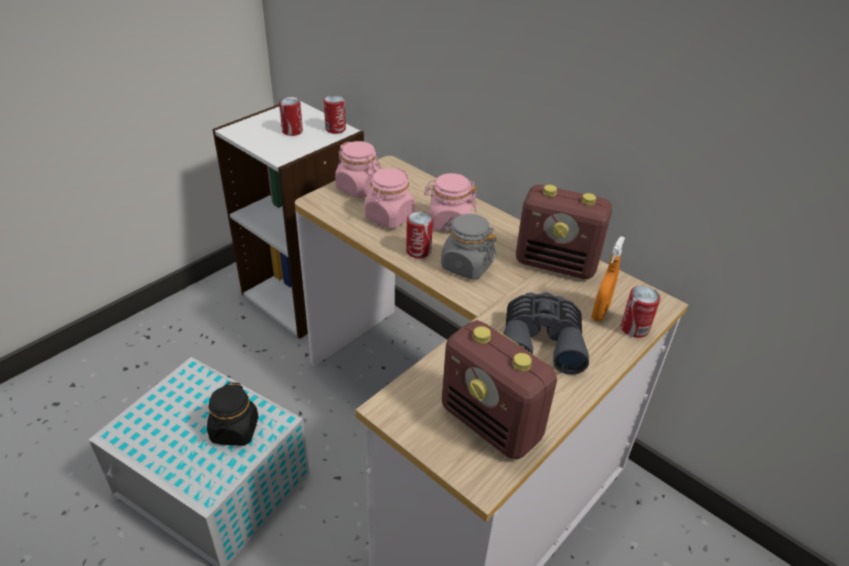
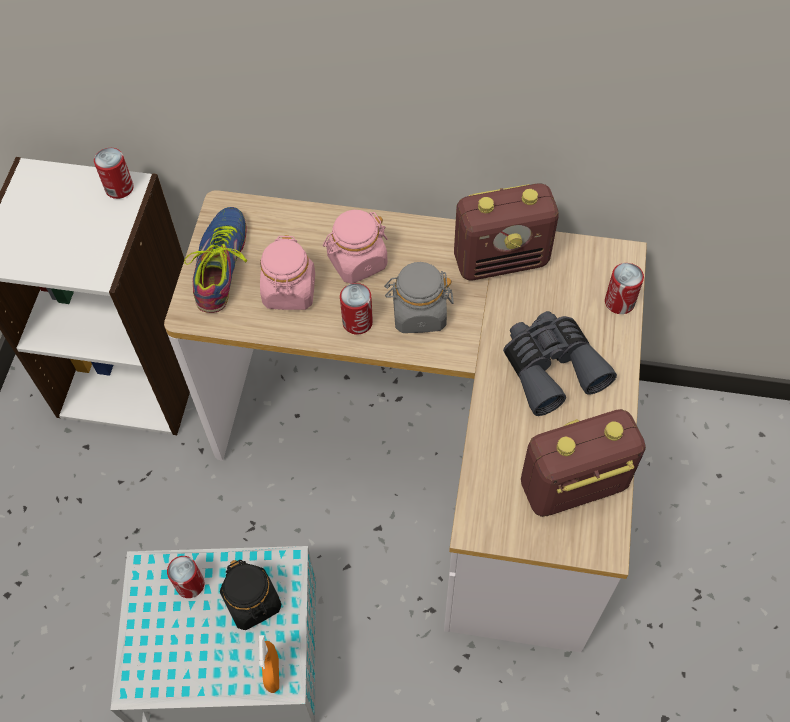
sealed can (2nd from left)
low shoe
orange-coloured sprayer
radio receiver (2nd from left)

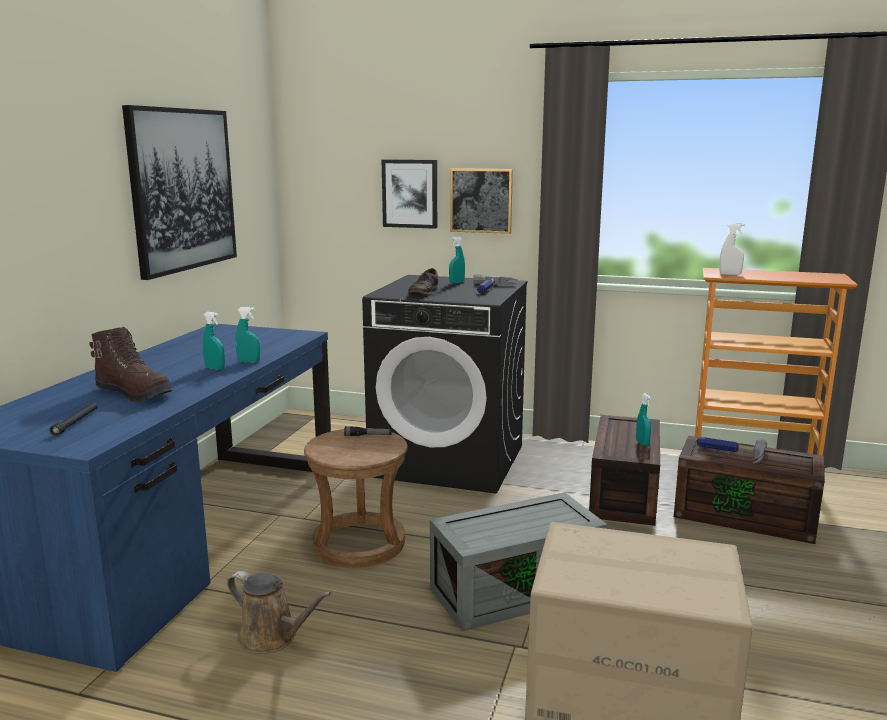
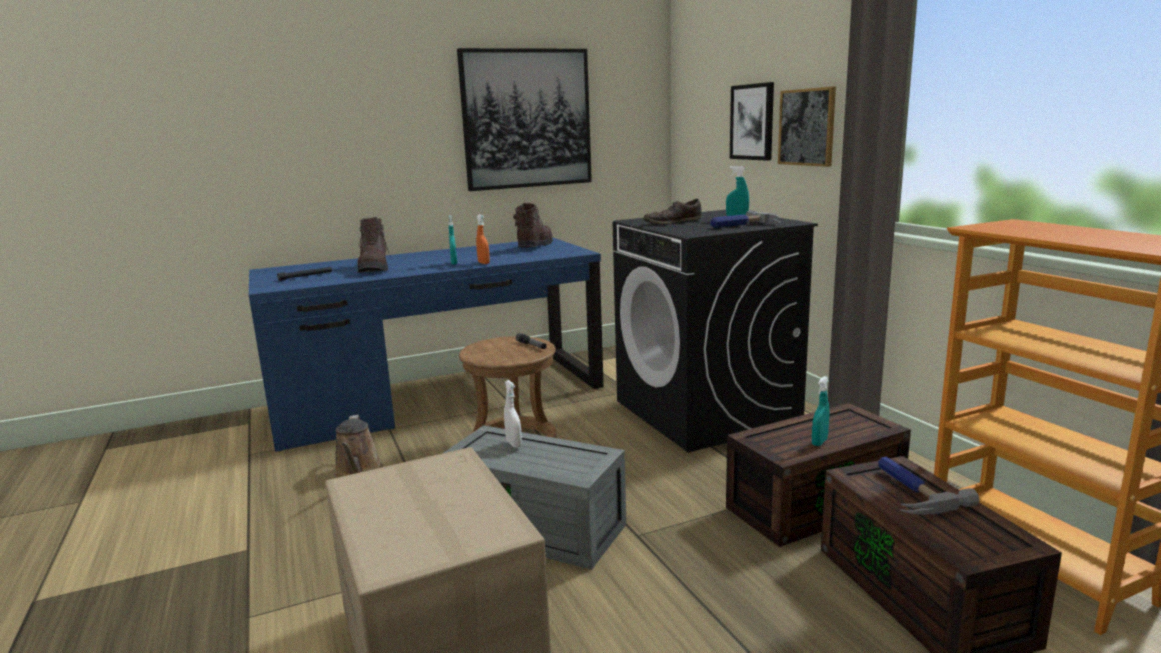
orange-coloured sprayer
white sprayer
brownish high-top boot (2nd from left)

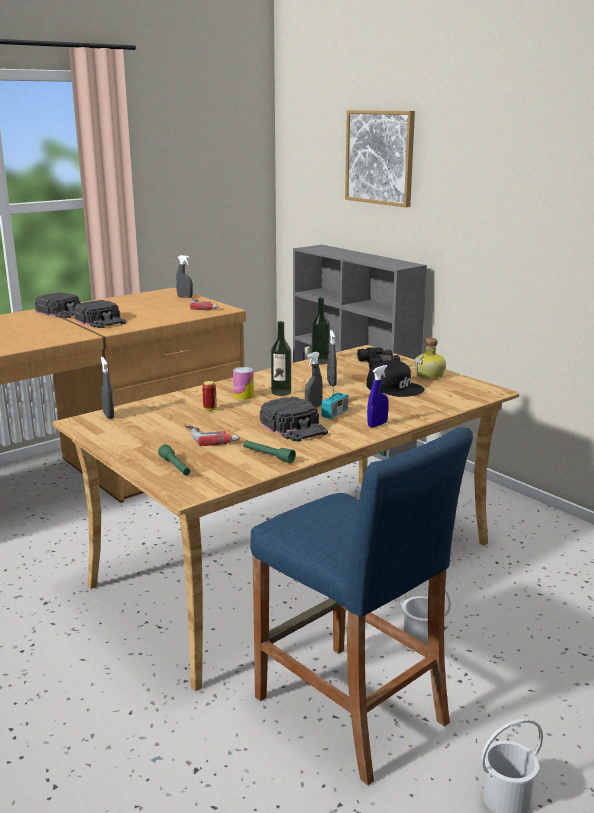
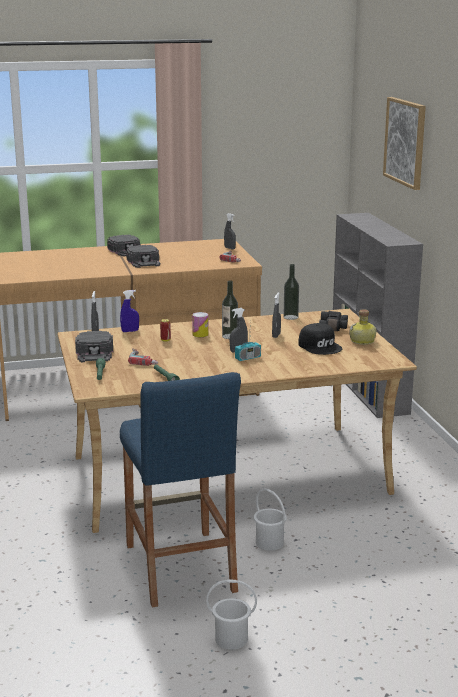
black-coloured cap (1st from left)
blue-coloured sprayer

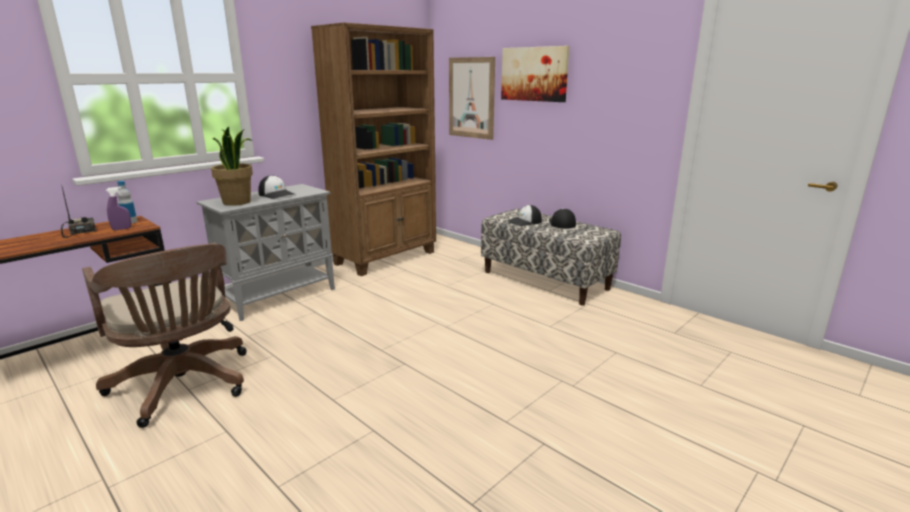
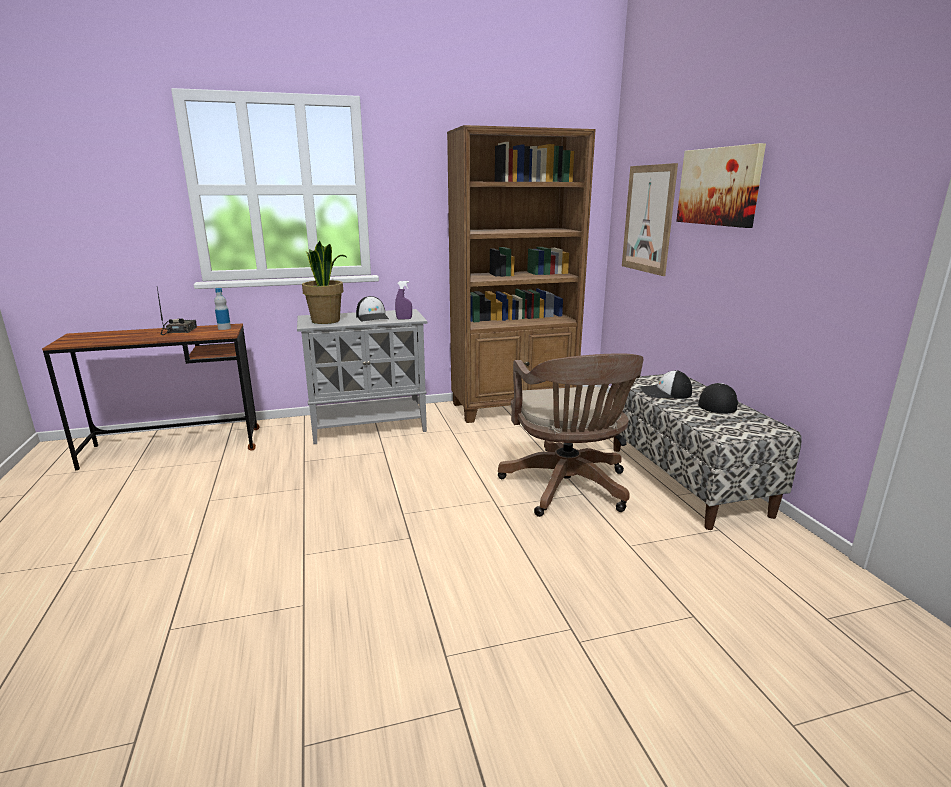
purplish sprayer
brownish computer chair

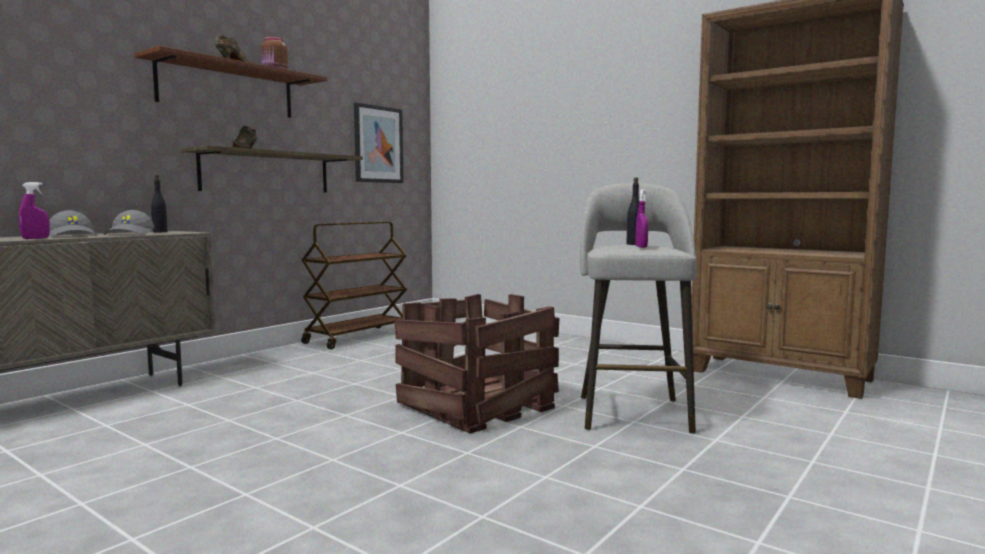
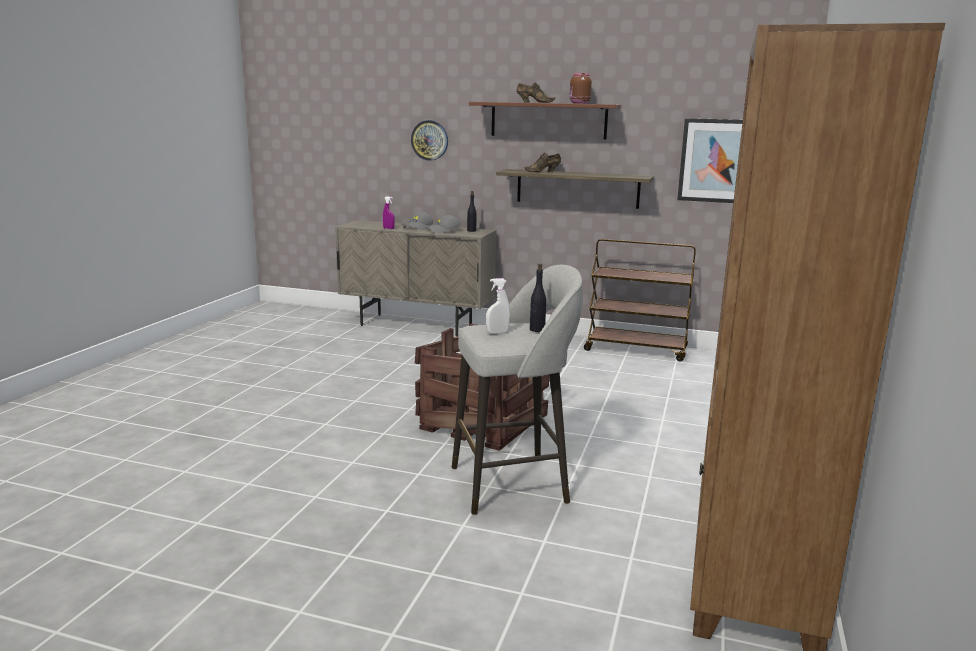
hanging clock
white sprayer

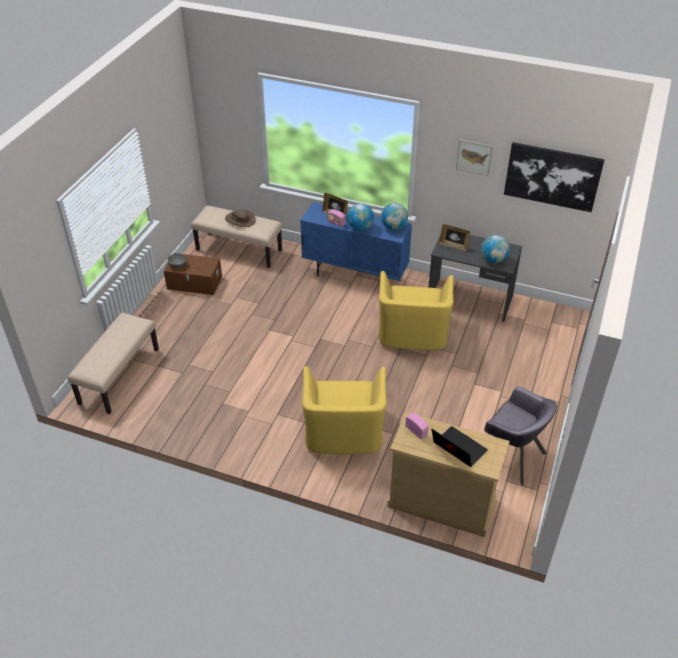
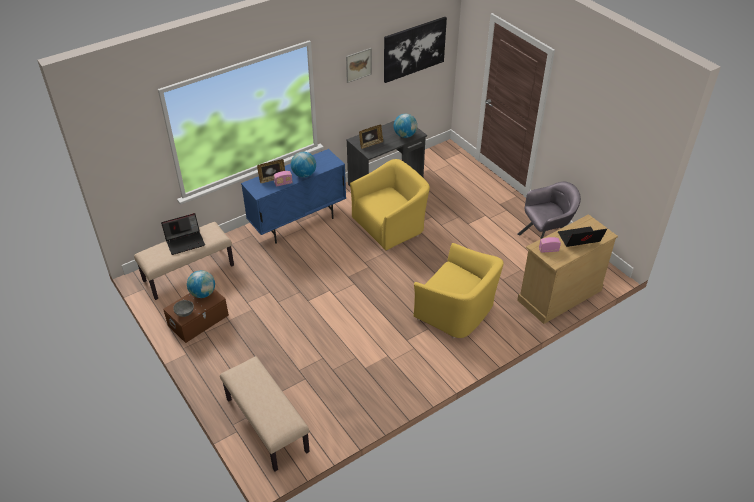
laptop (1st from left)
globe (1st from left)
yellow easy chair (1st from left)

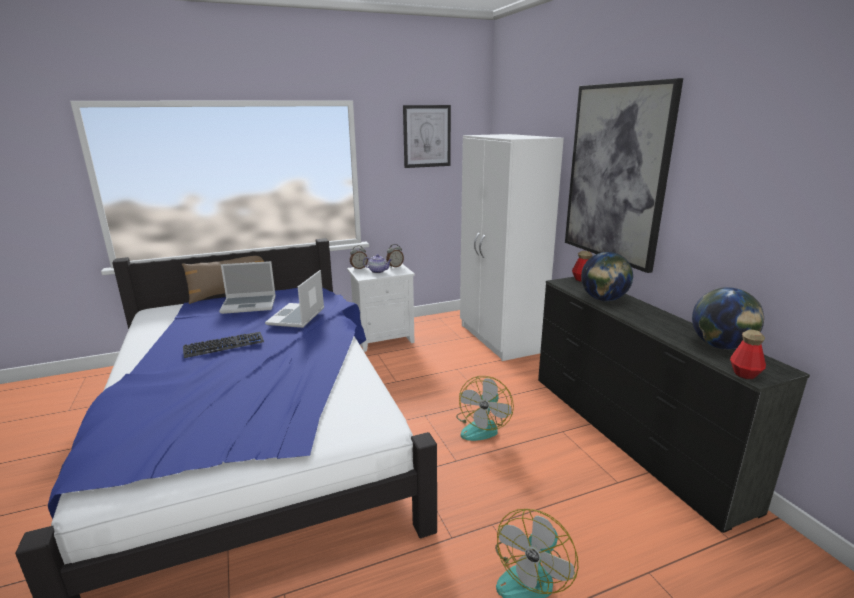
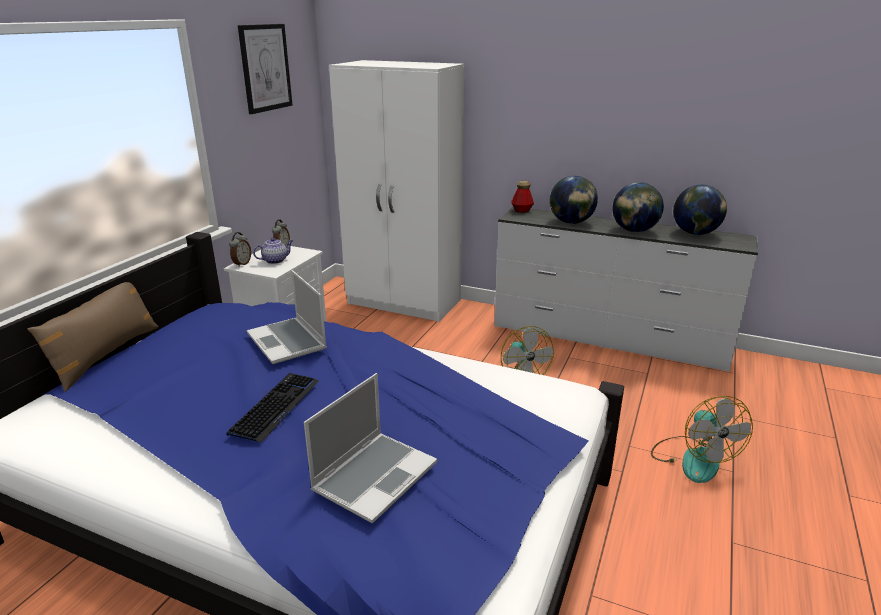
laptop (2nd from left)
white dresser
globe (2nd from left)
wall art (2nd from left in the first image)
bottle (2nd from left in the first image)

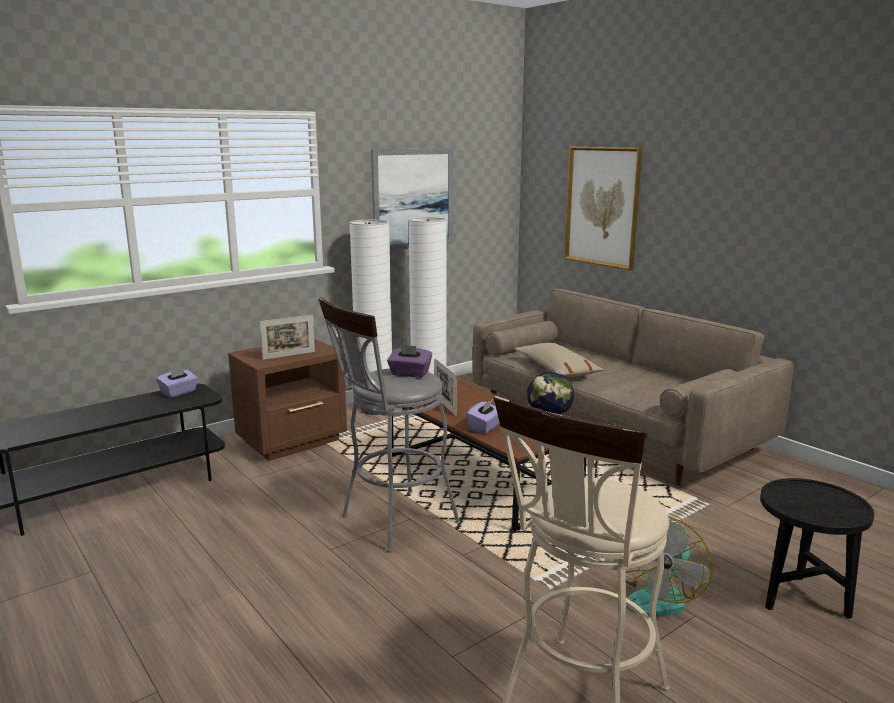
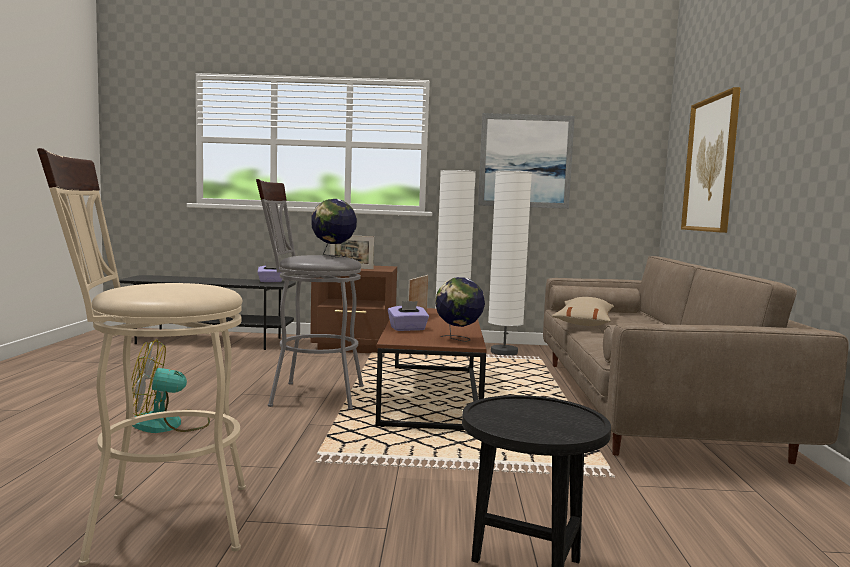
electric fan
globe (1st from left)

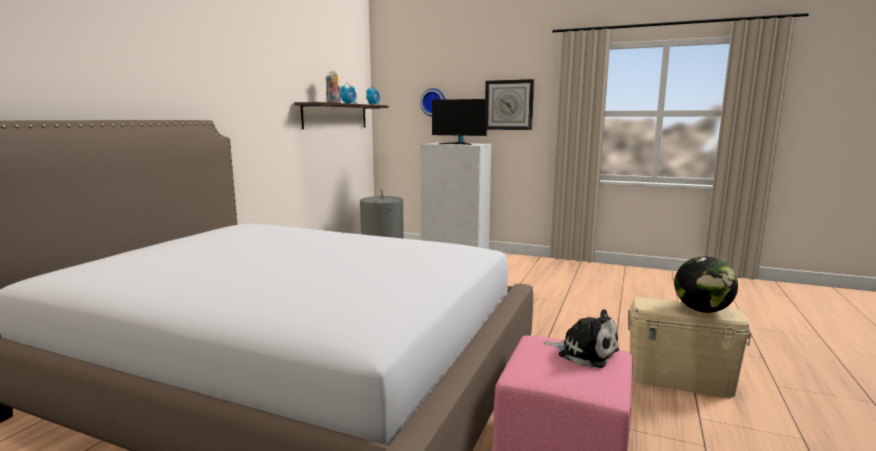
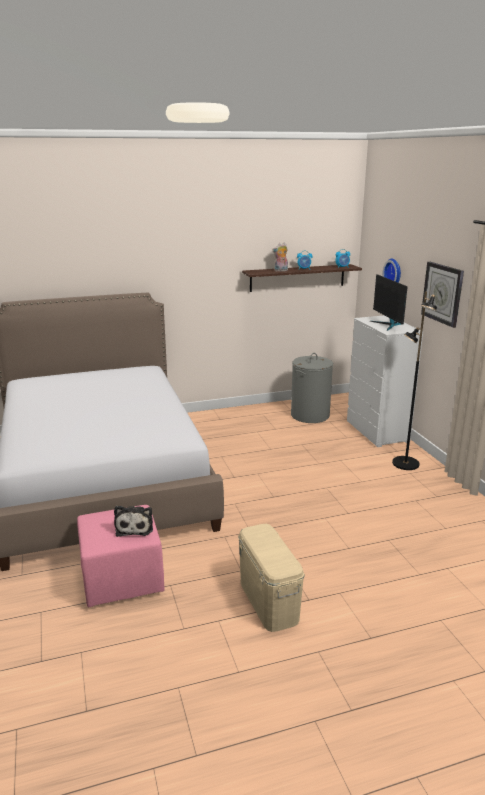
black-coloured standard lamp
globe

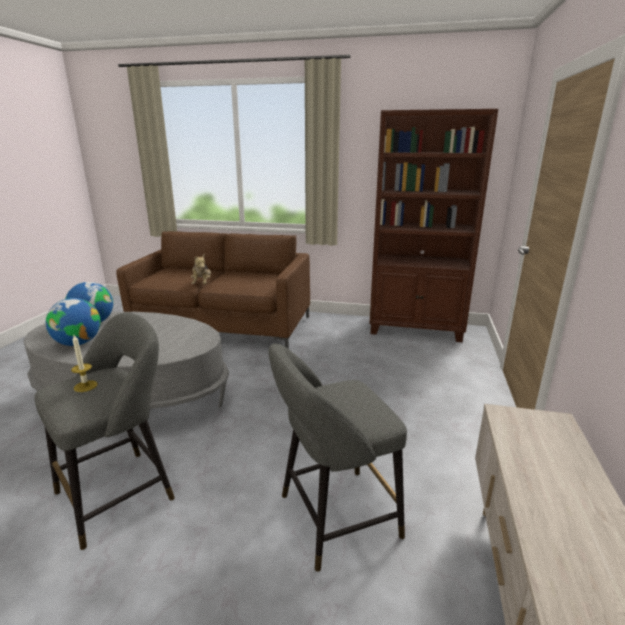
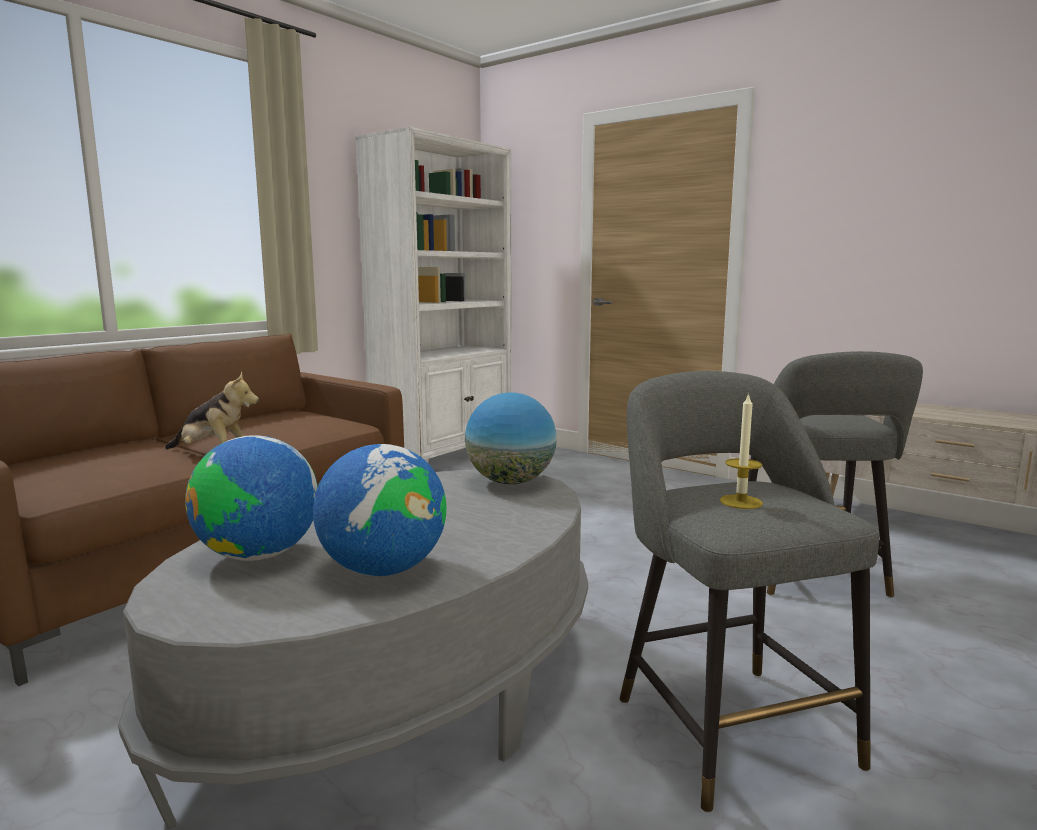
white bookcase
globe (3rd from left)

